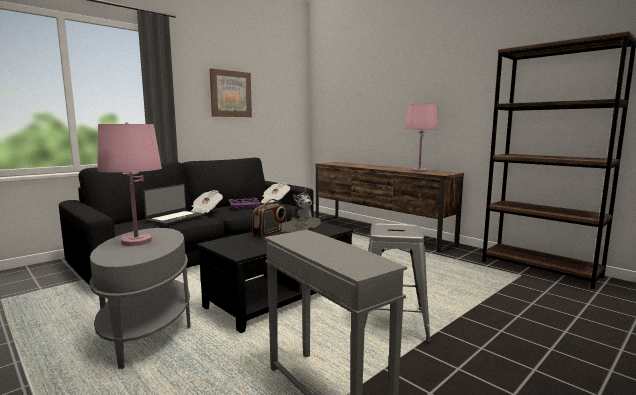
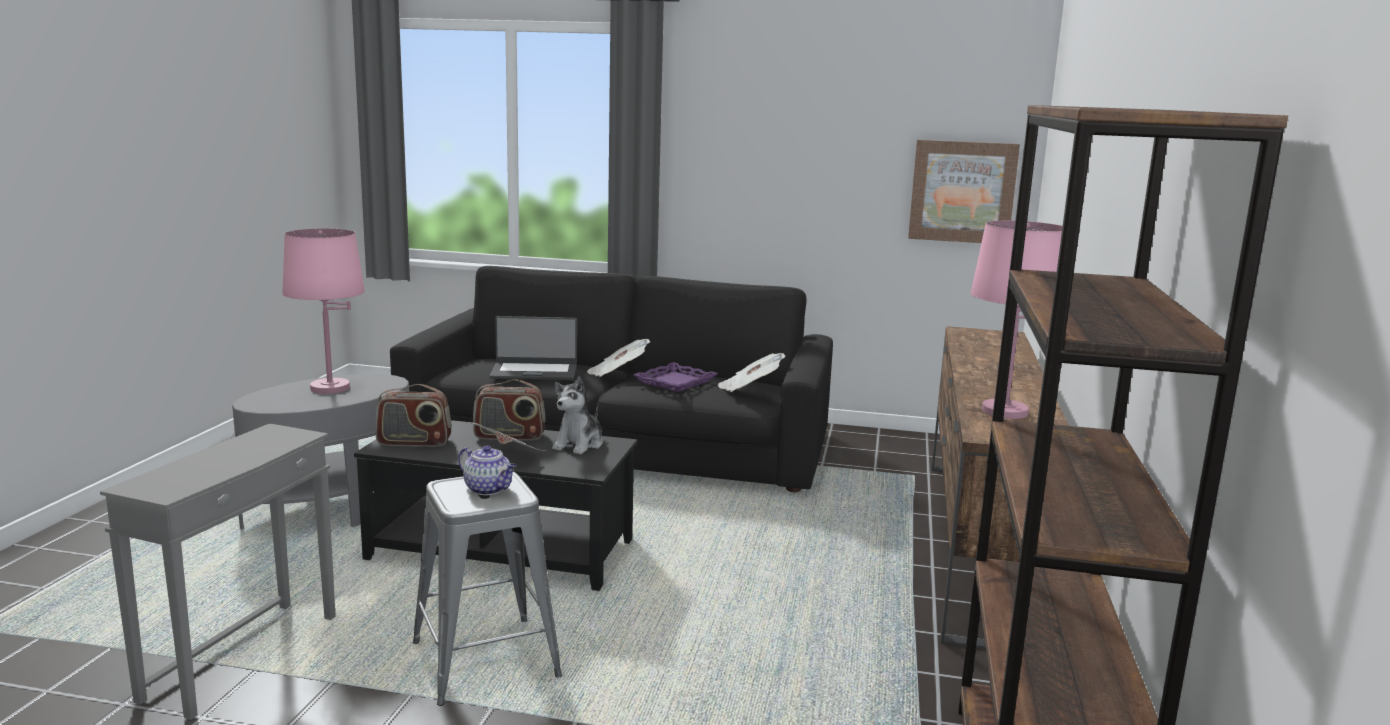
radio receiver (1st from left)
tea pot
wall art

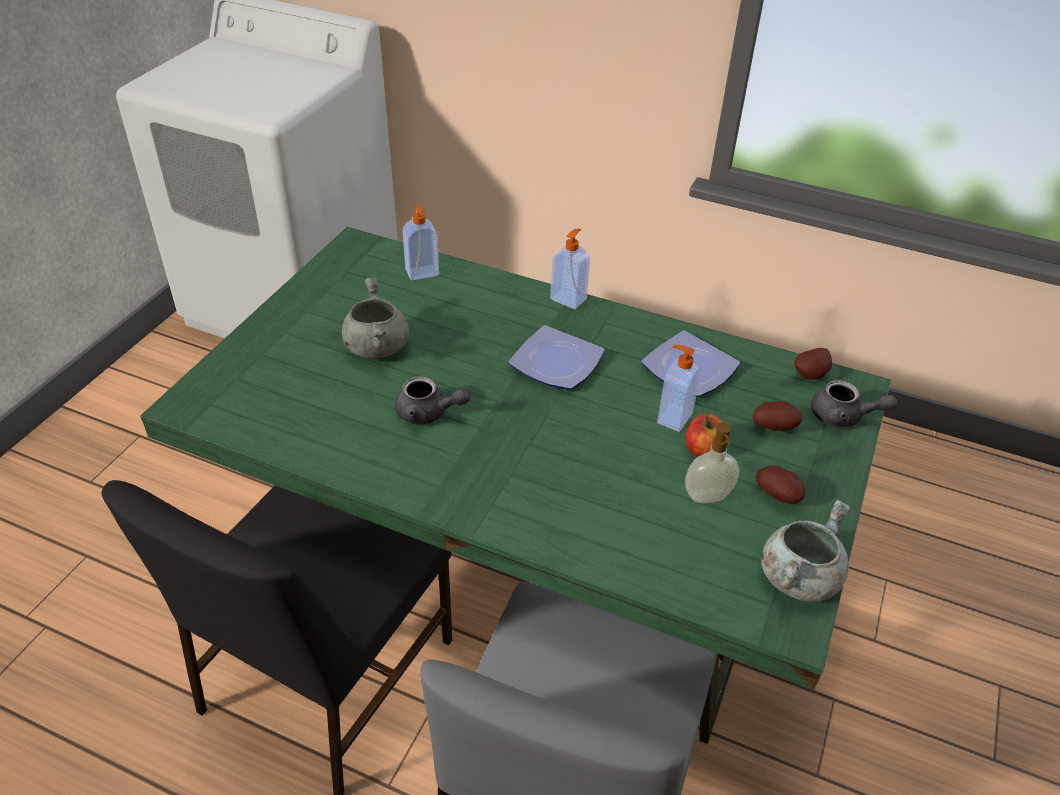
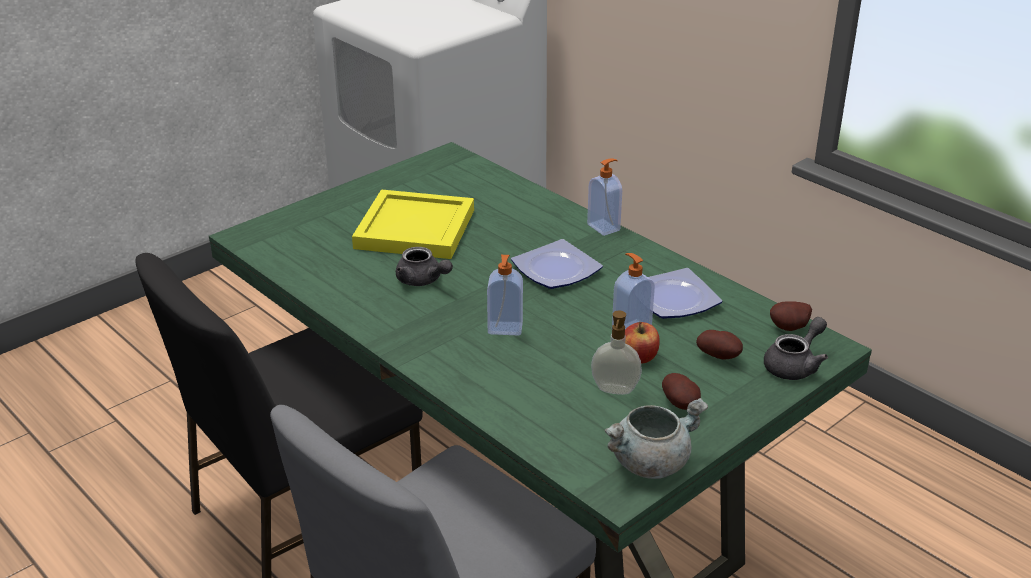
yellow serving tray
soap bottle (1st from left)
greyish tea pot (2nd from left)

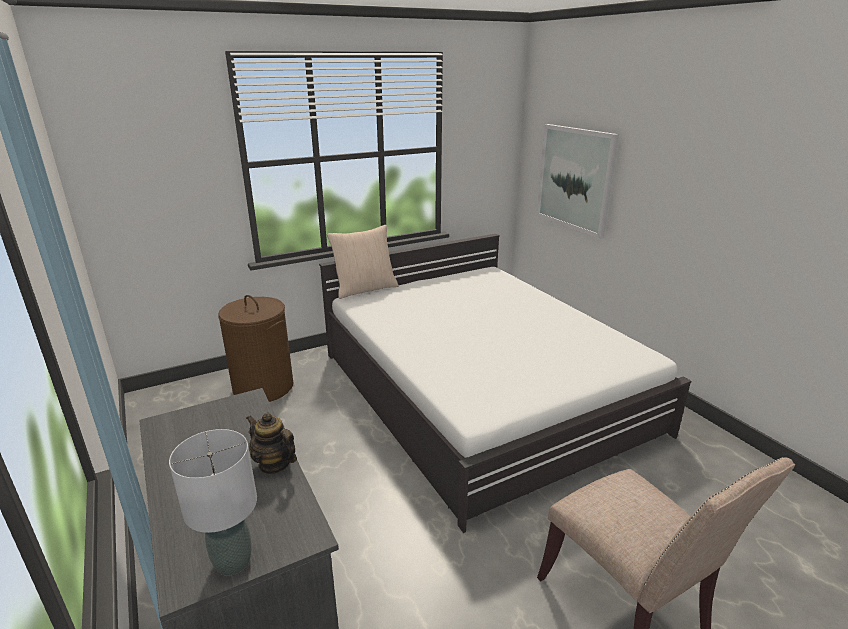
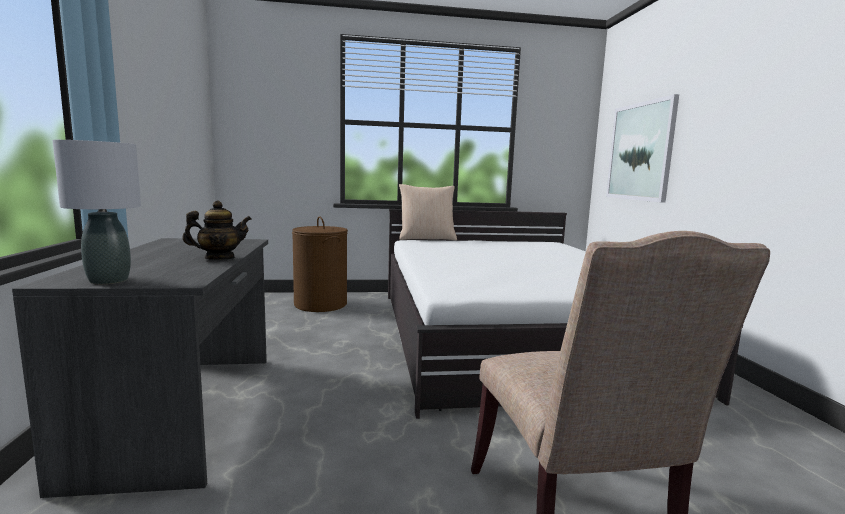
tea pot

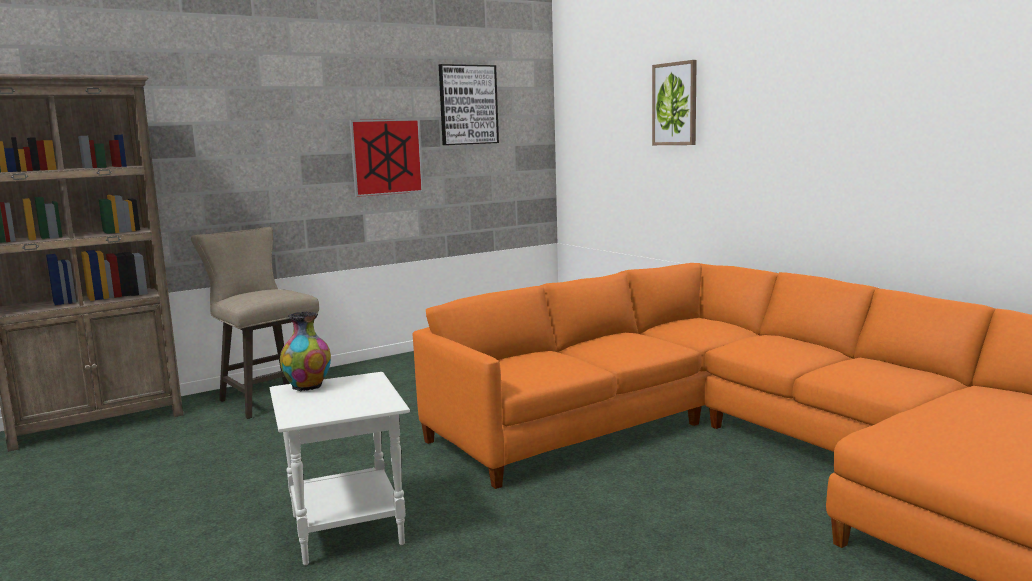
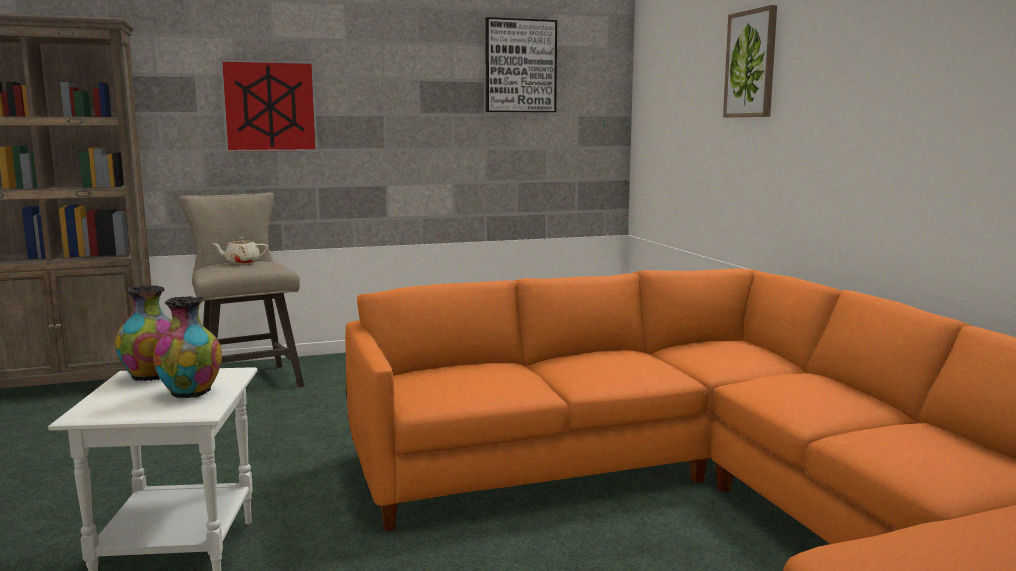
decorative vase (2nd from left)
sand-coloured tea pot
wall art (1st from left)

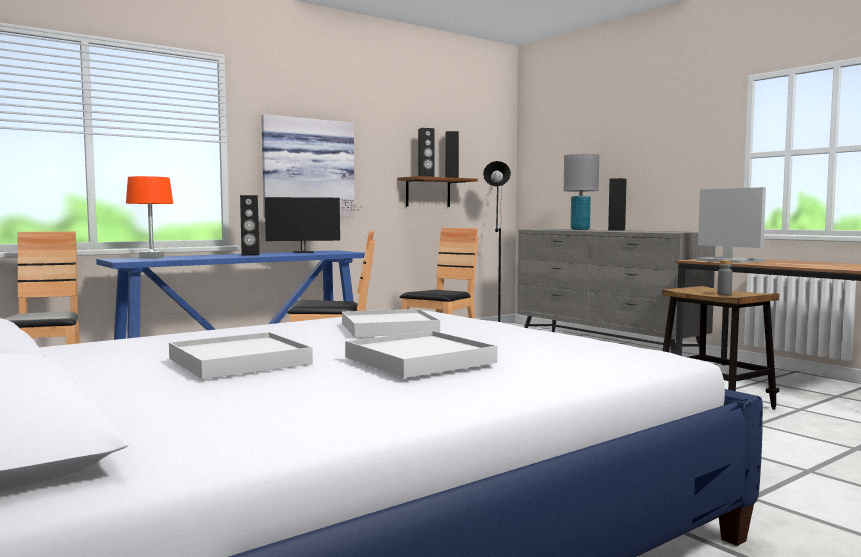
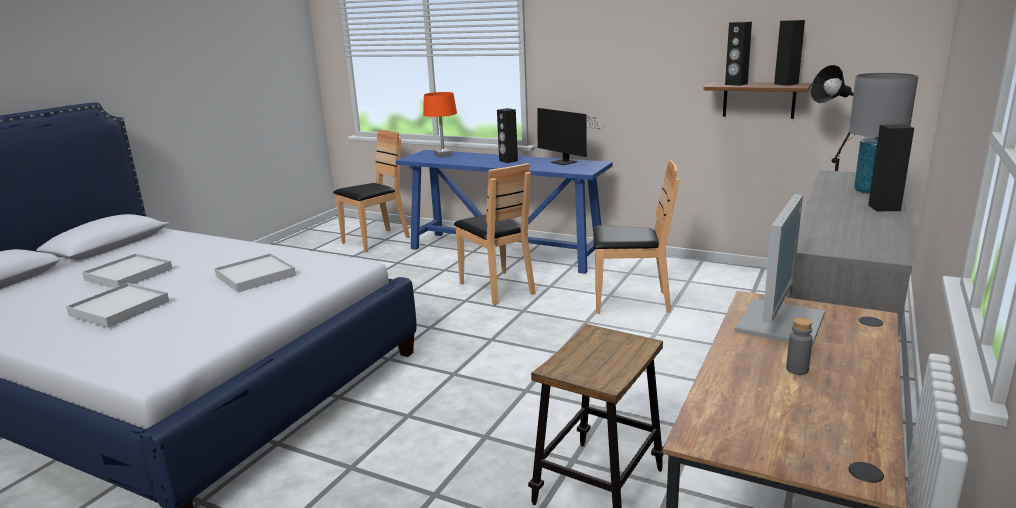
greyish bottle
wall art

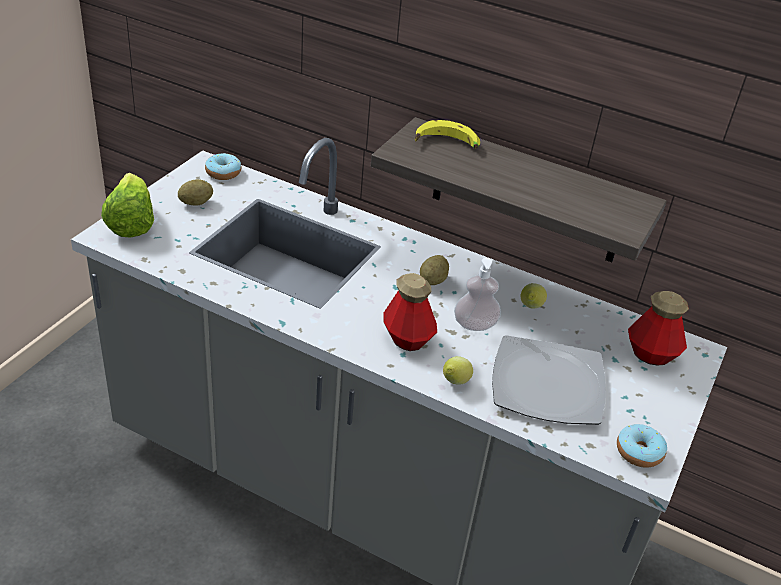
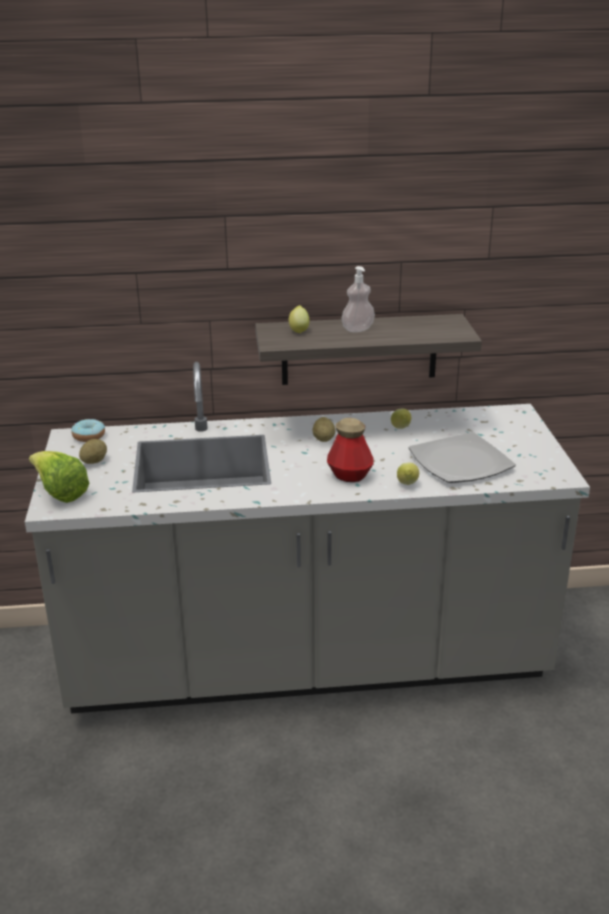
lemon (1st from left)
soap bottle
doughnut (2nd from left in the first image)
bottle (2nd from left in the first image)

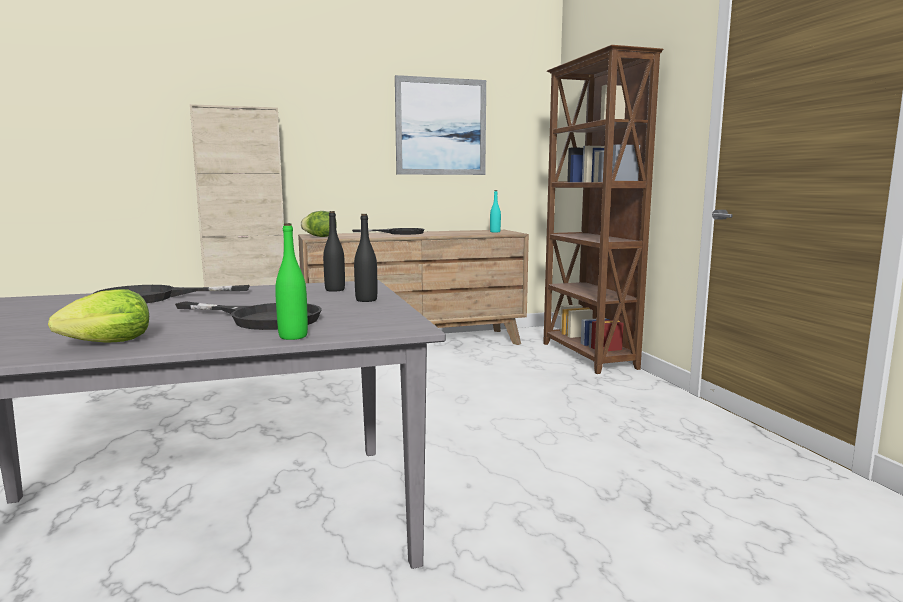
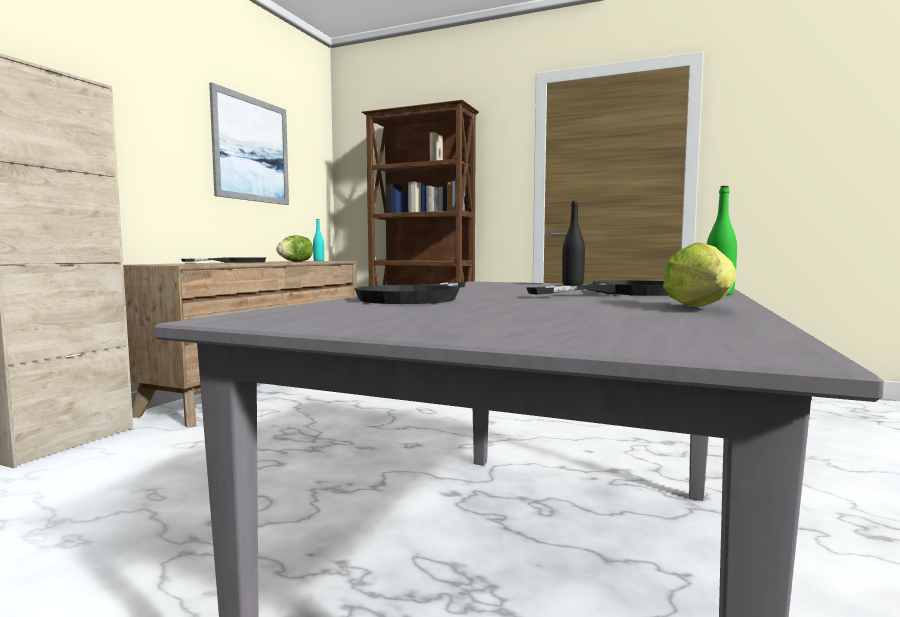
head of lettuce (1st from left)
black-coloured bottle (1st from left in the first image)

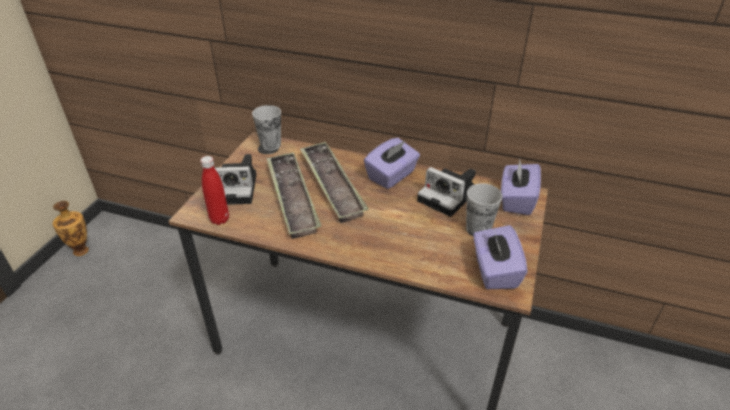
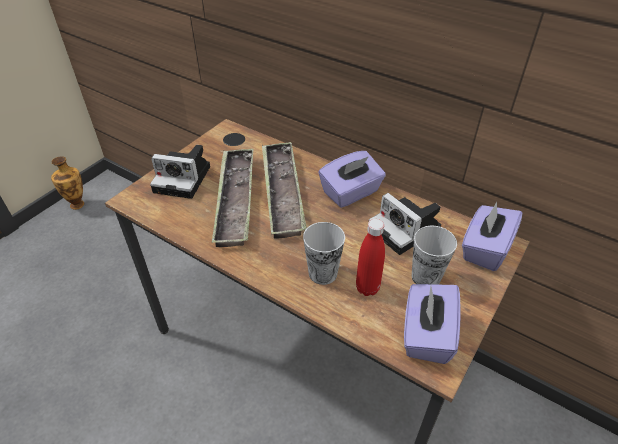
drinking cup (1st from left)
red-coloured bottle

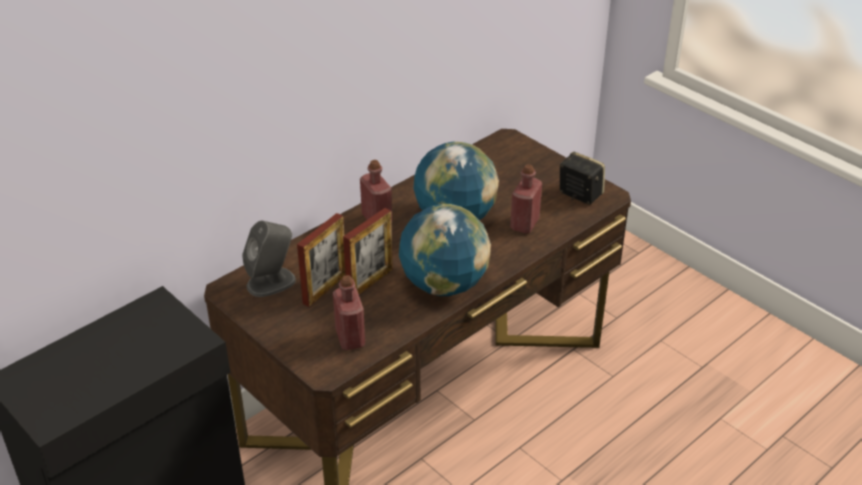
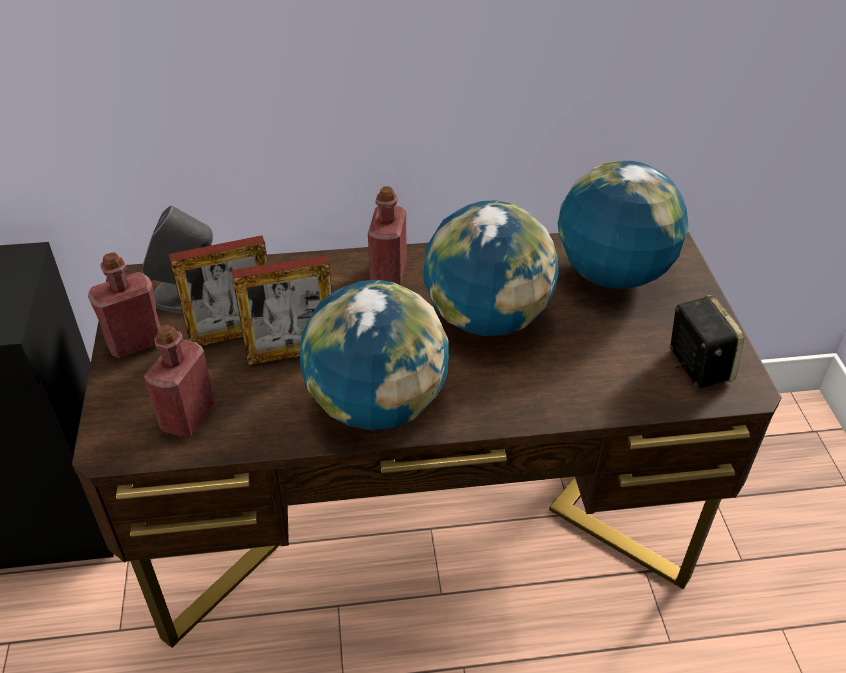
red-coloured bottle (1st from left)
globe (3rd from left)

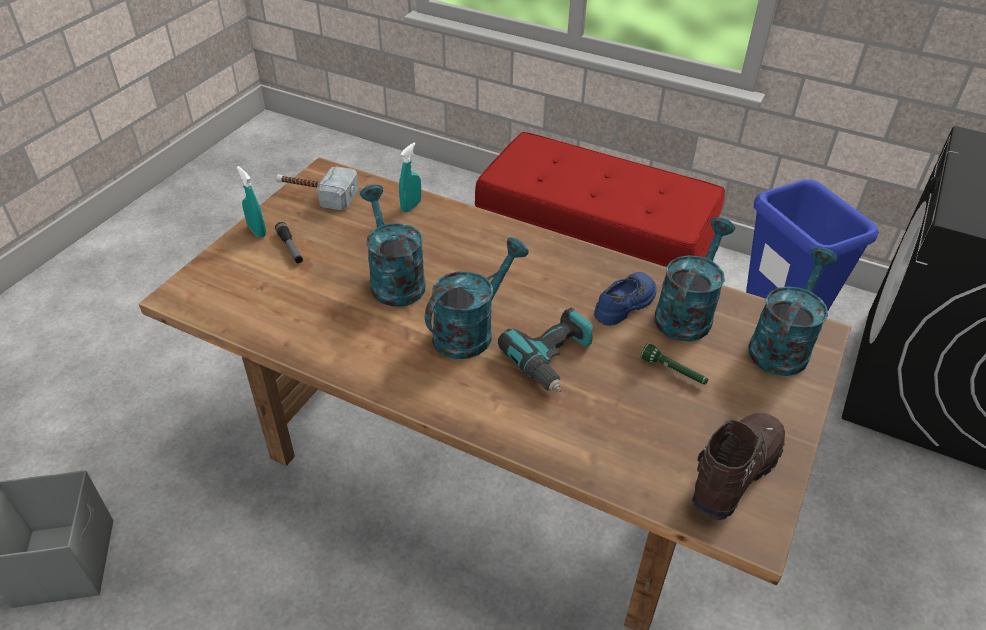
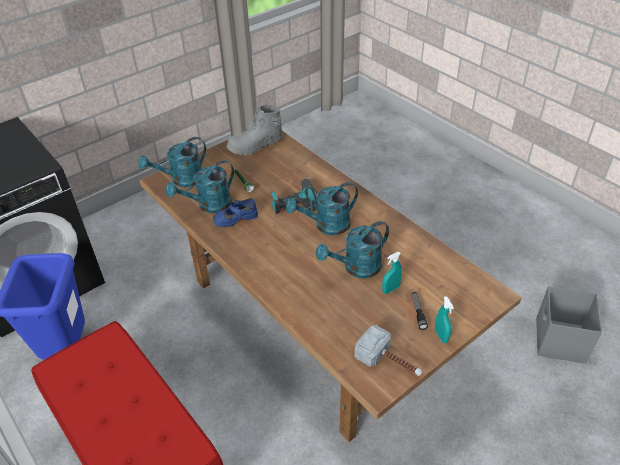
greyish high-top boot
blue-green sprinkling can (4th from left)
blue-green sprayer (1st from left)

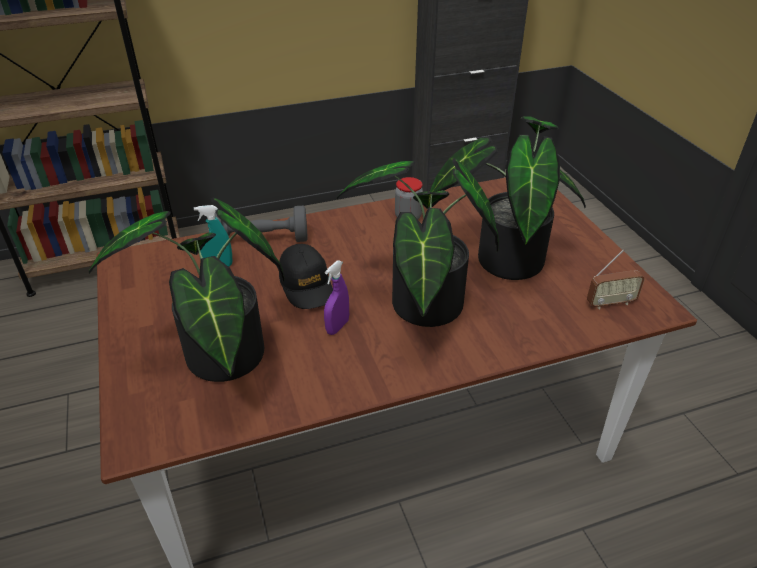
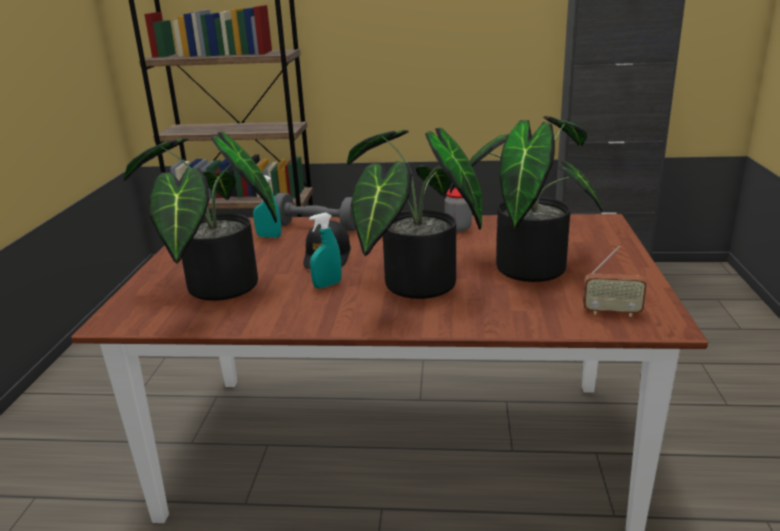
blue-green sprayer (2nd from left)

